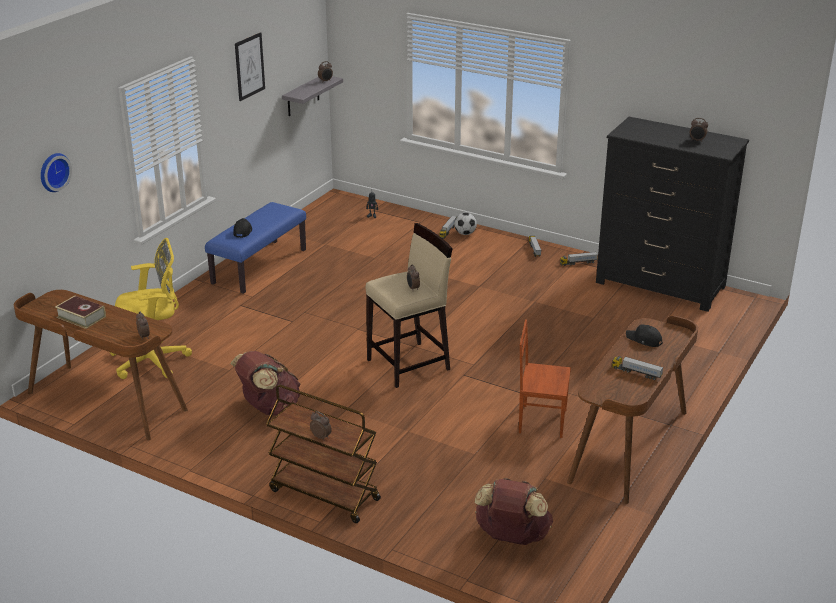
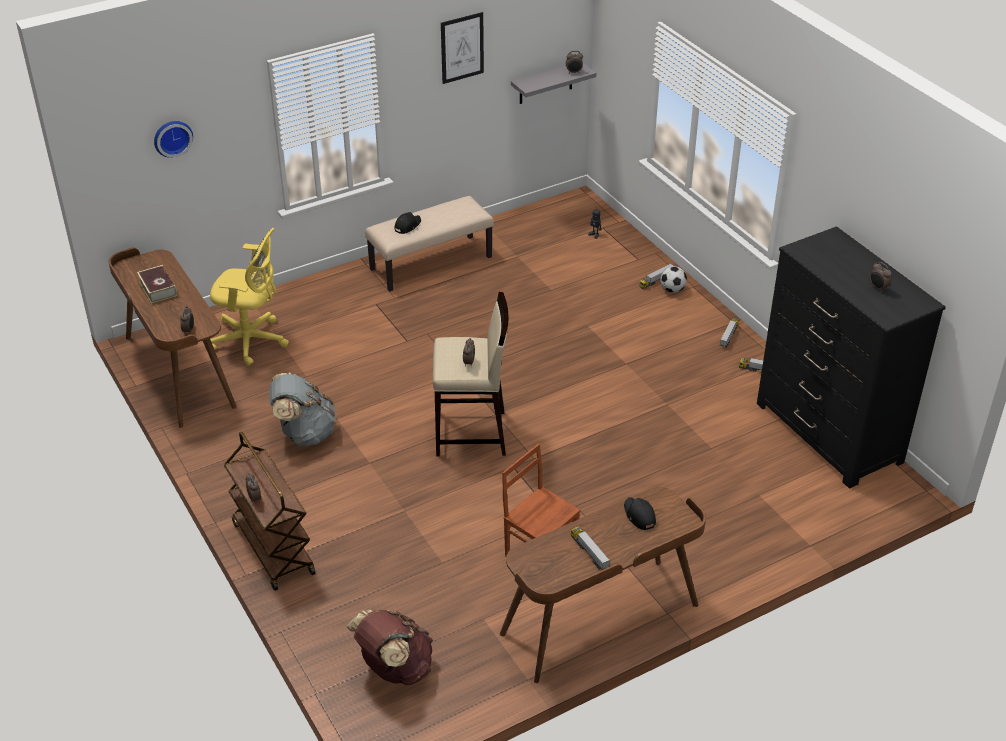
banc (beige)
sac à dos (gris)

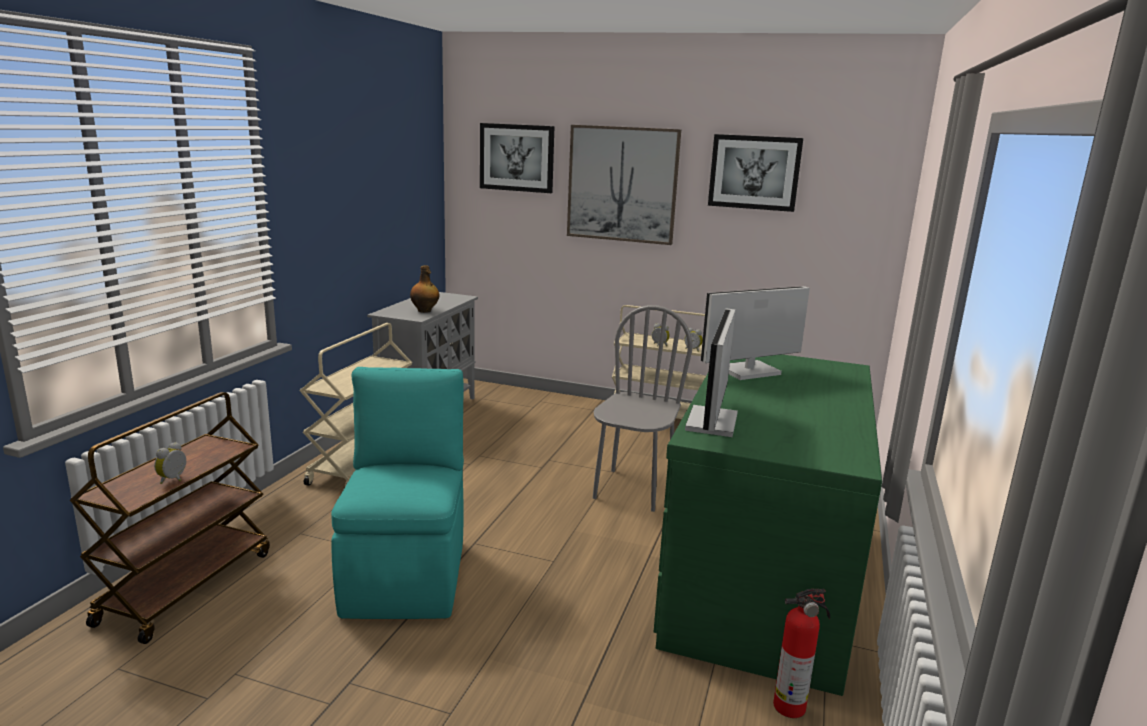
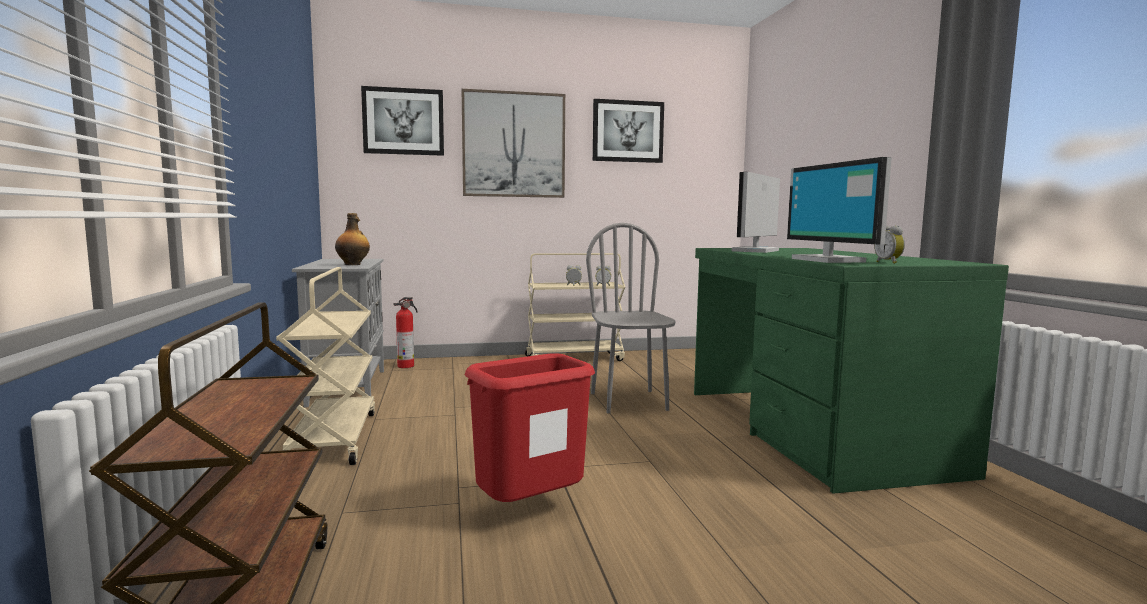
réveil (no. 3 from left)
poubelle (rouge)
extincteur

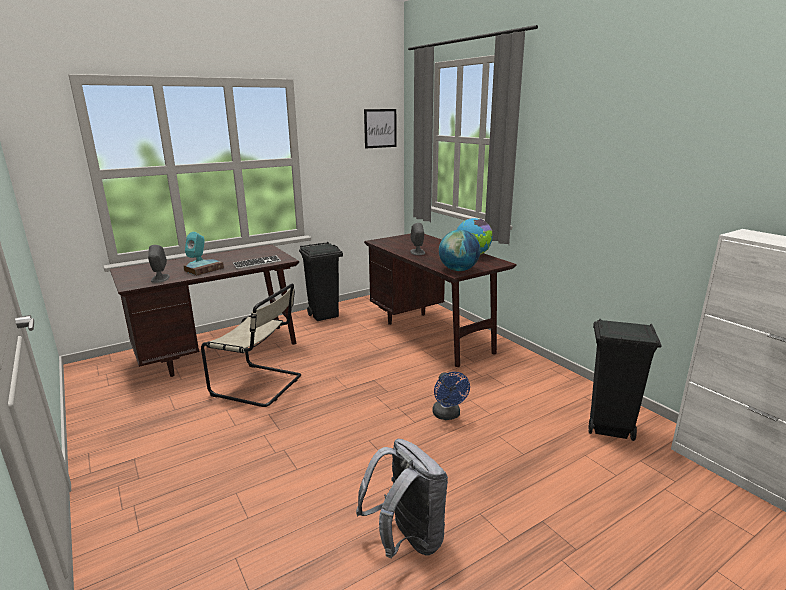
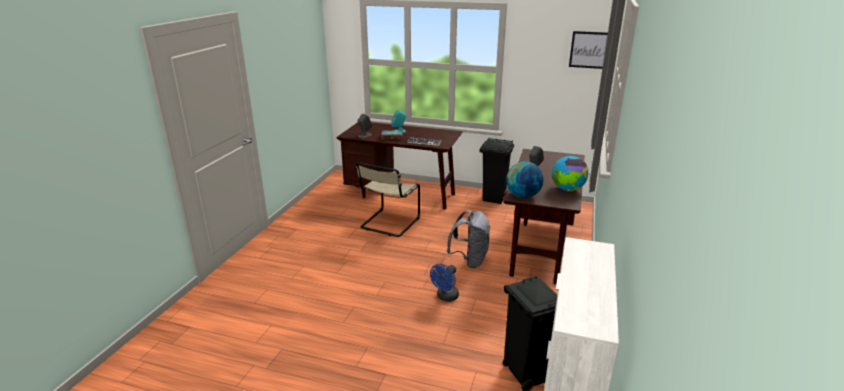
chaise (beige)
sac à dos (gris)

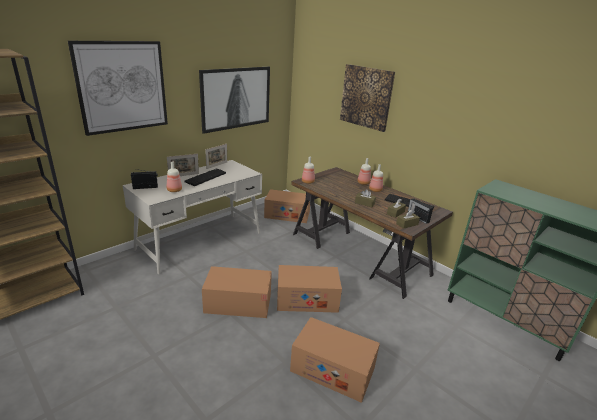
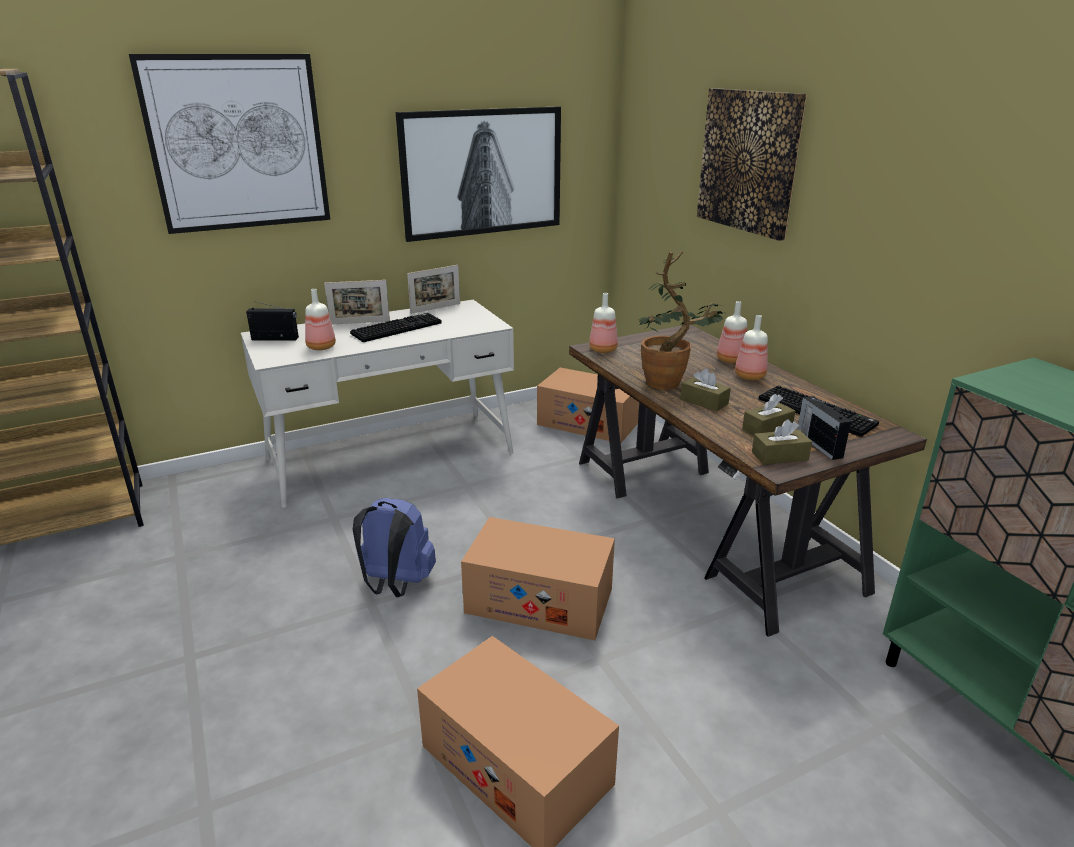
sac à dos (bleu)
plante en pot

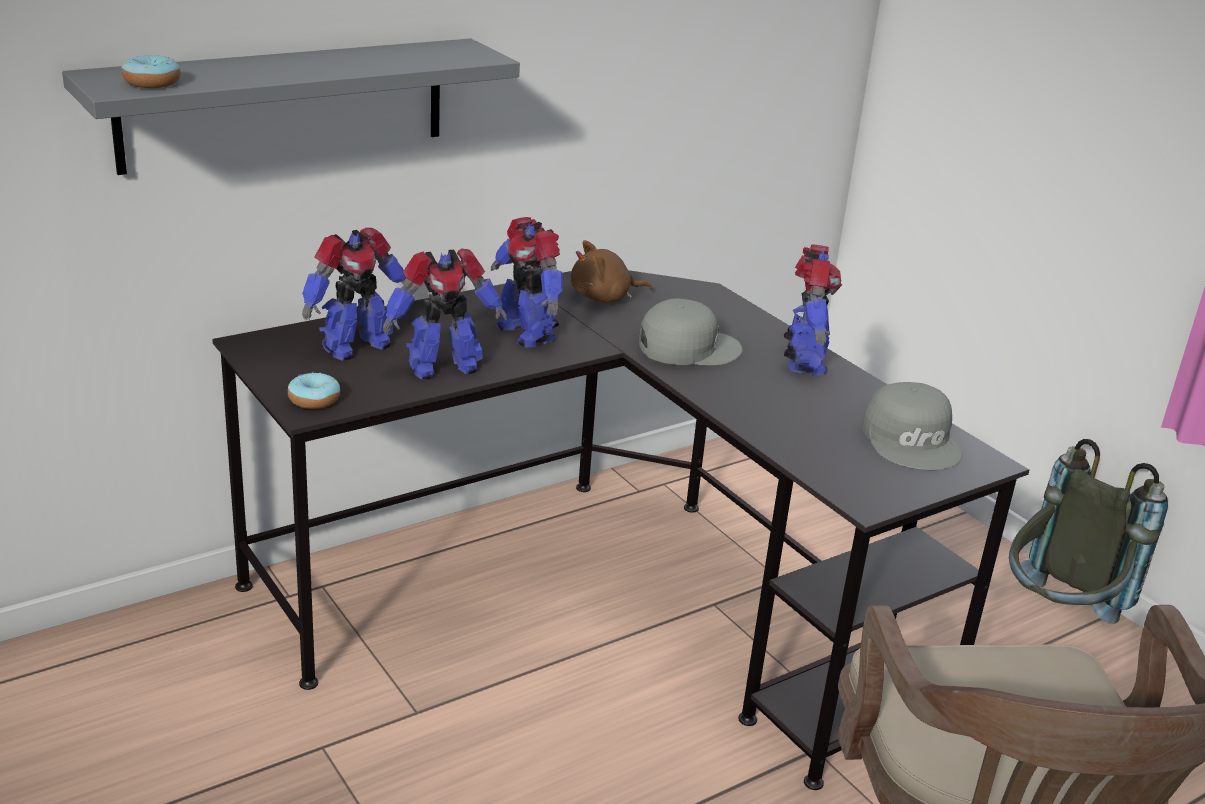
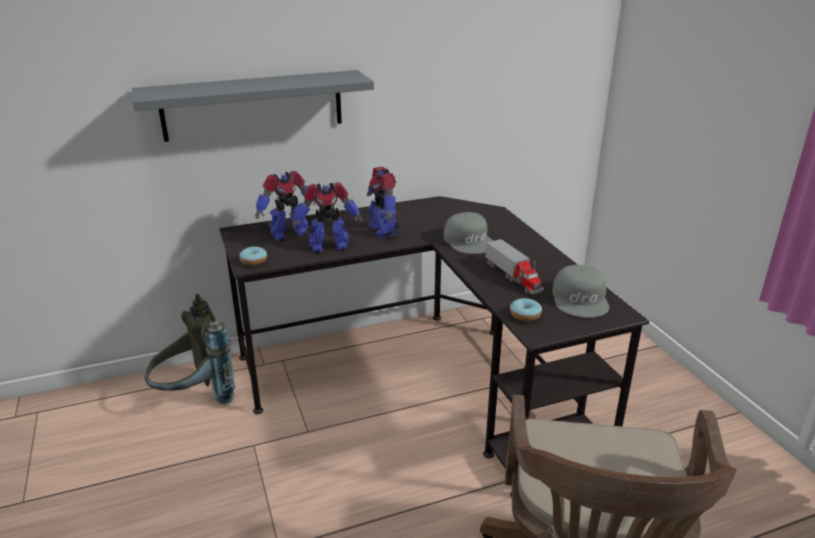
beignet (no. 2 from left)
peluche (marron)
casquette (gris) (no. 1 from left)
robot jouet (no. 4 from left in the first image)
sac à dos (gris)
camion jouet

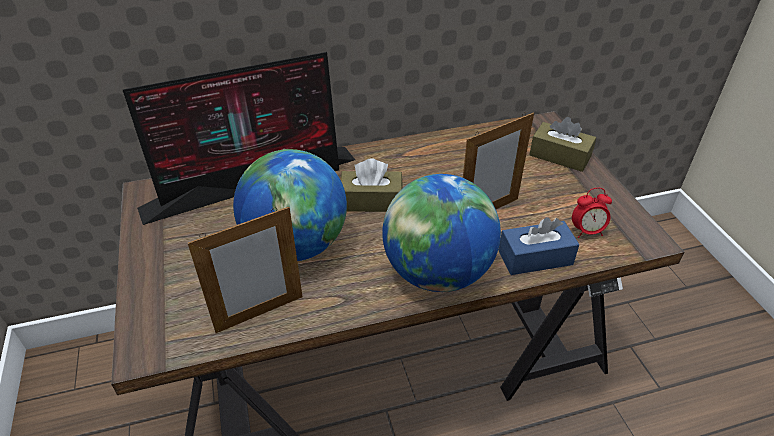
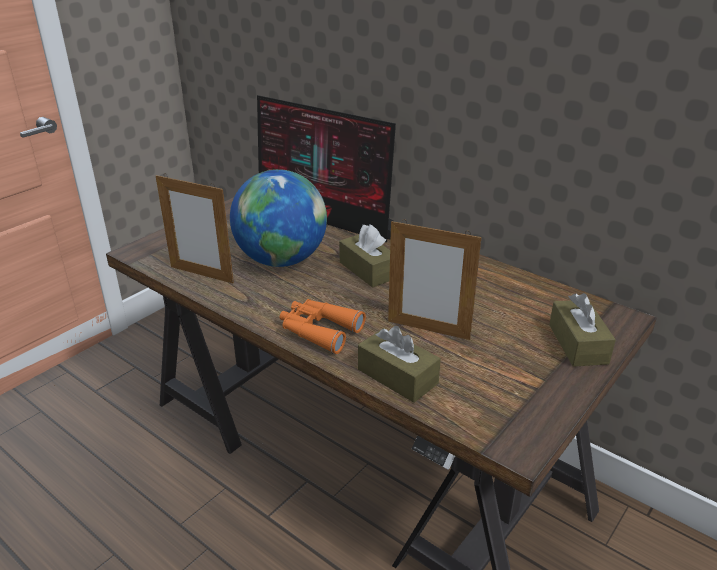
jumelles (orange)
boîte à mouchoirs (marron) (no. 2 from left)
réveil

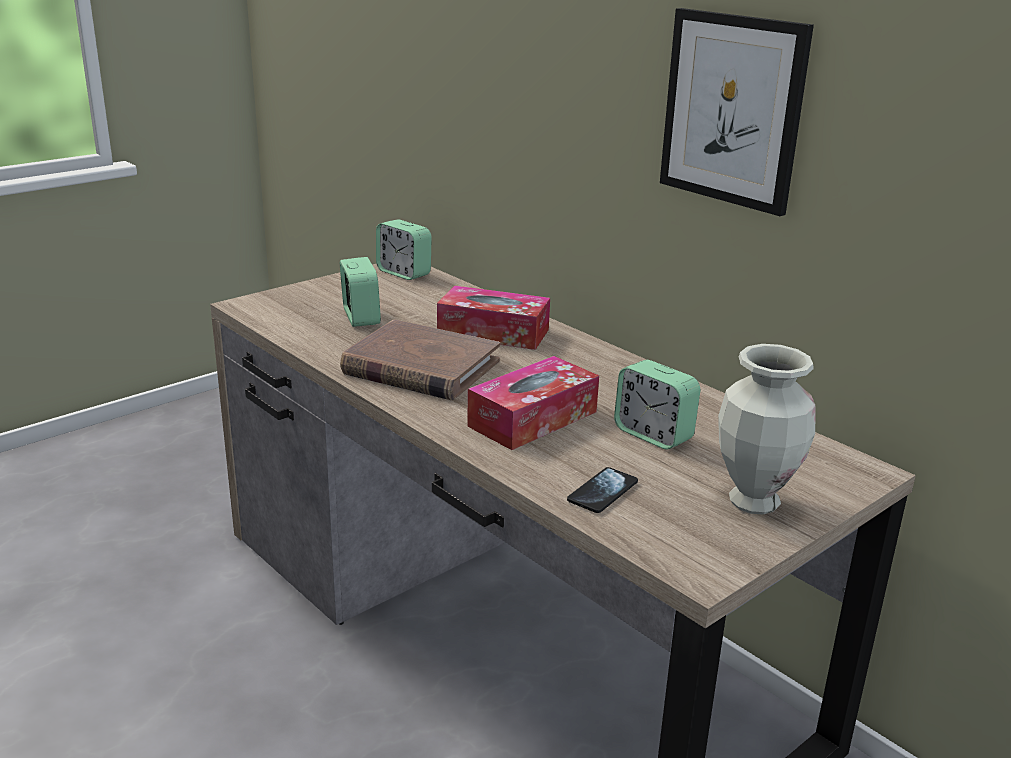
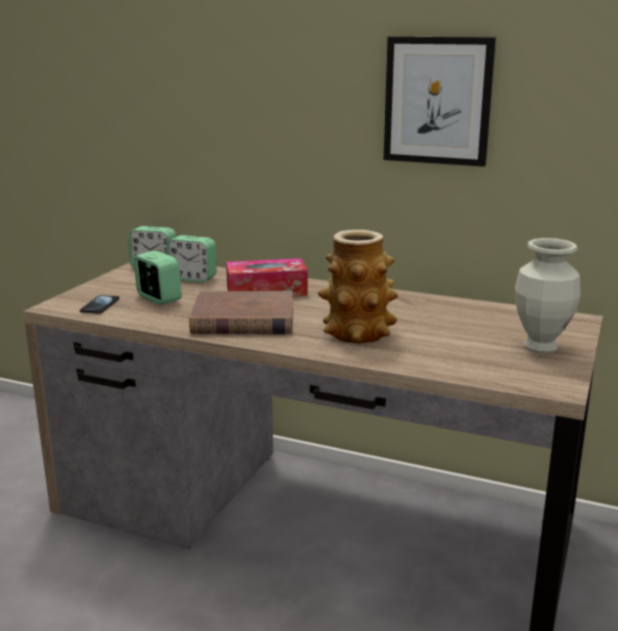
vase (no. 1 from left)
téléphone
réveil (no. 3 from left)

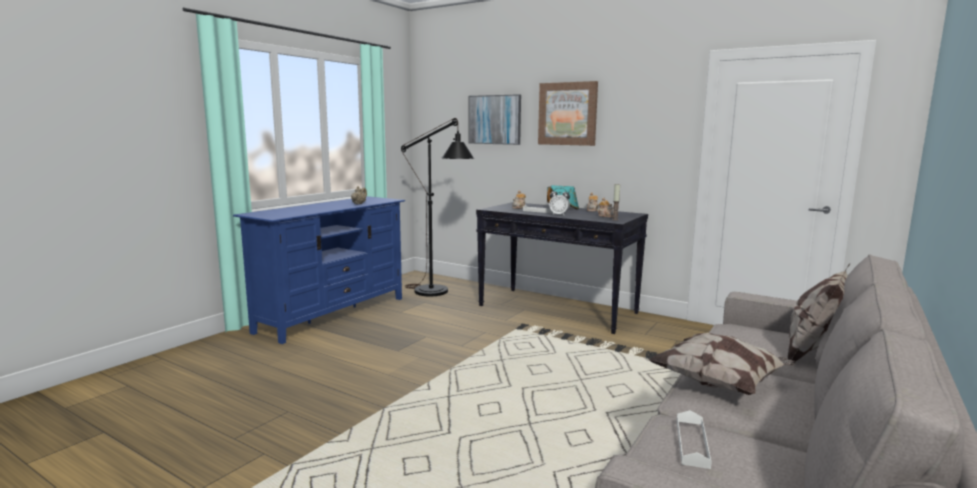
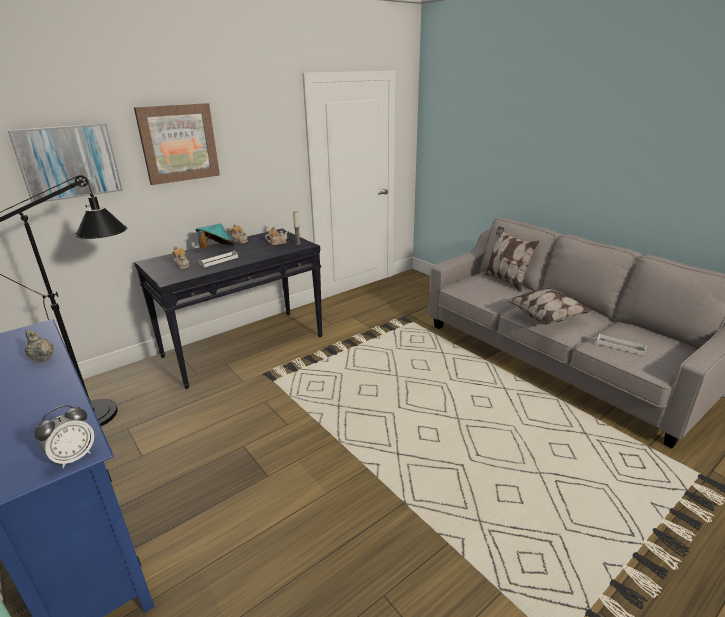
réveil

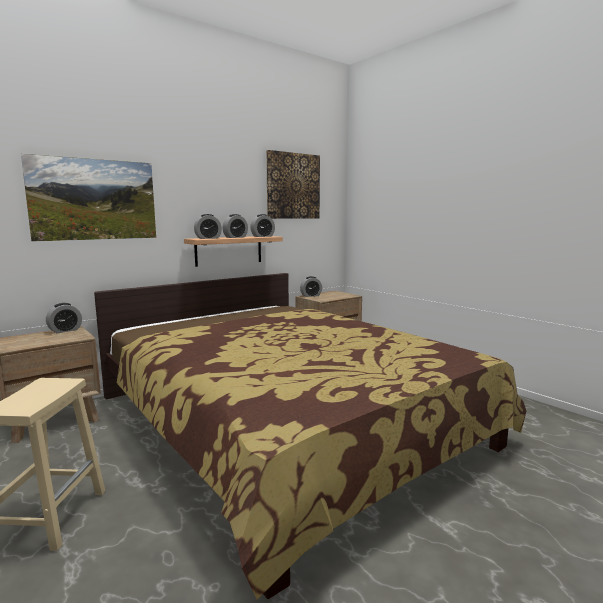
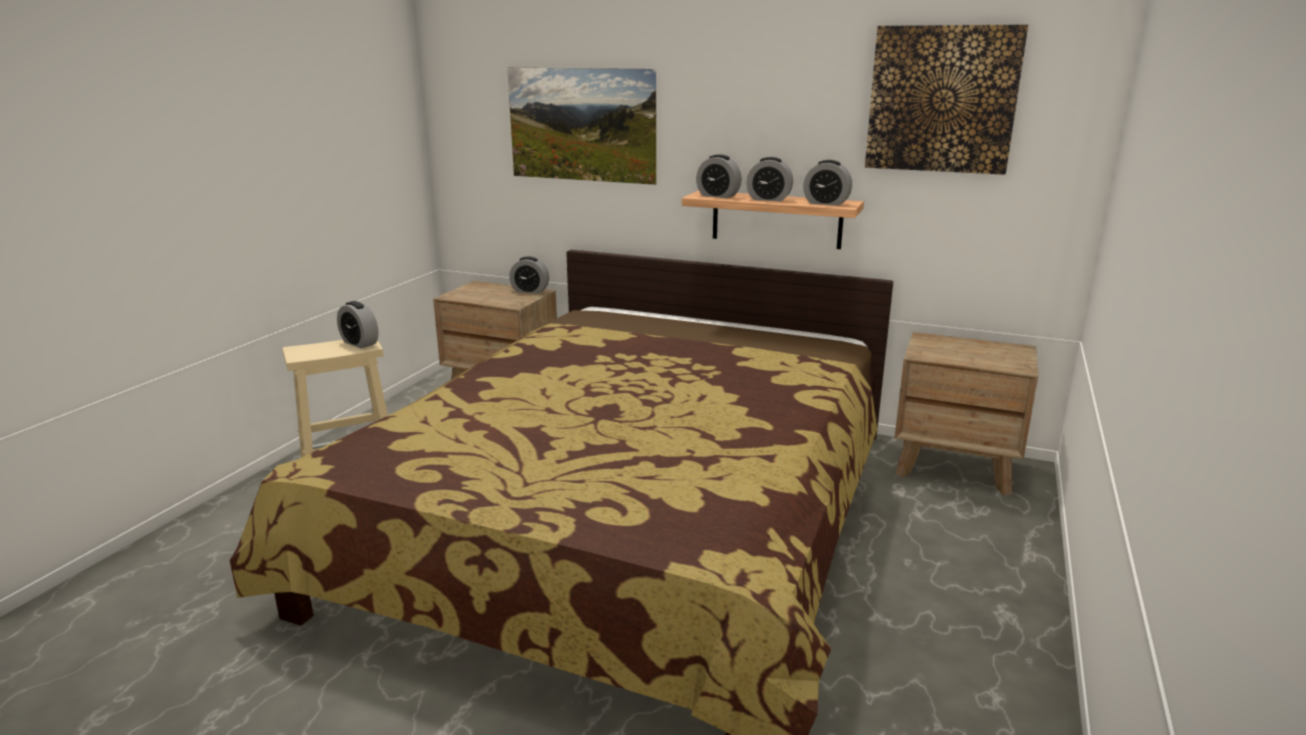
réveil (no. 1 from left)

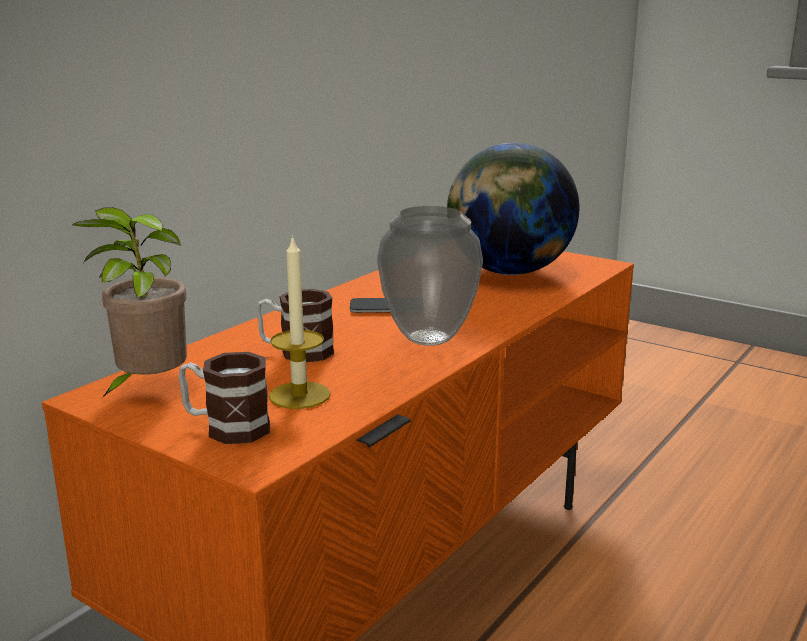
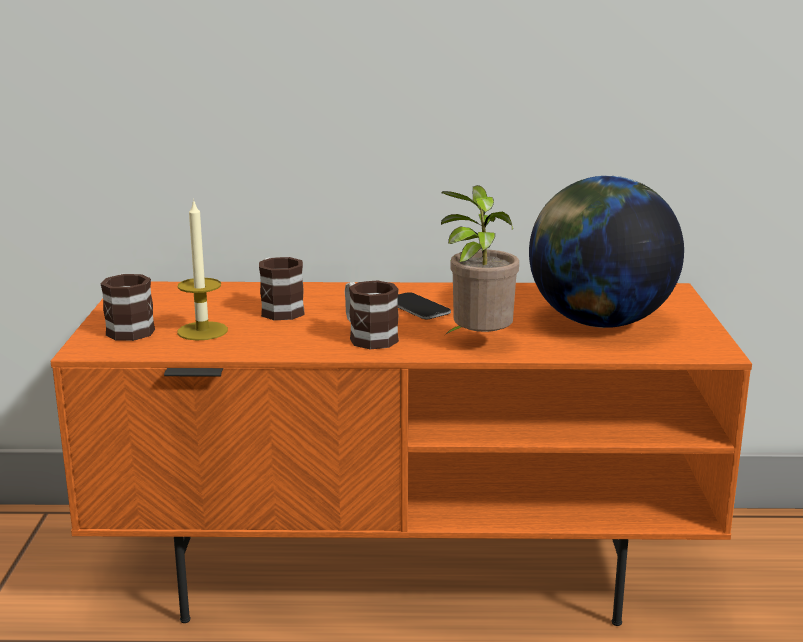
plante en pot
mug (no. 3 from left)

